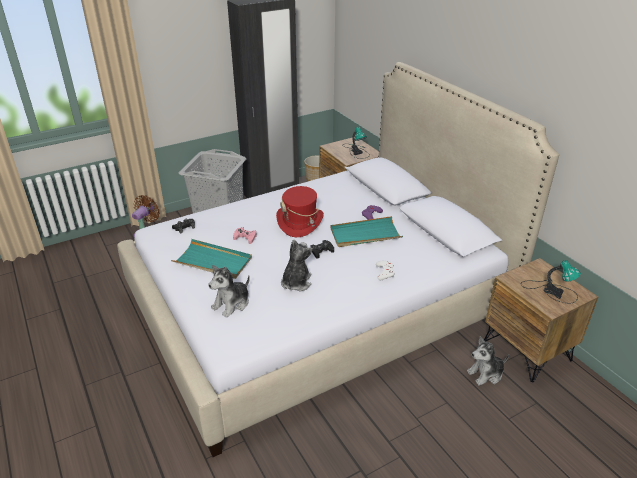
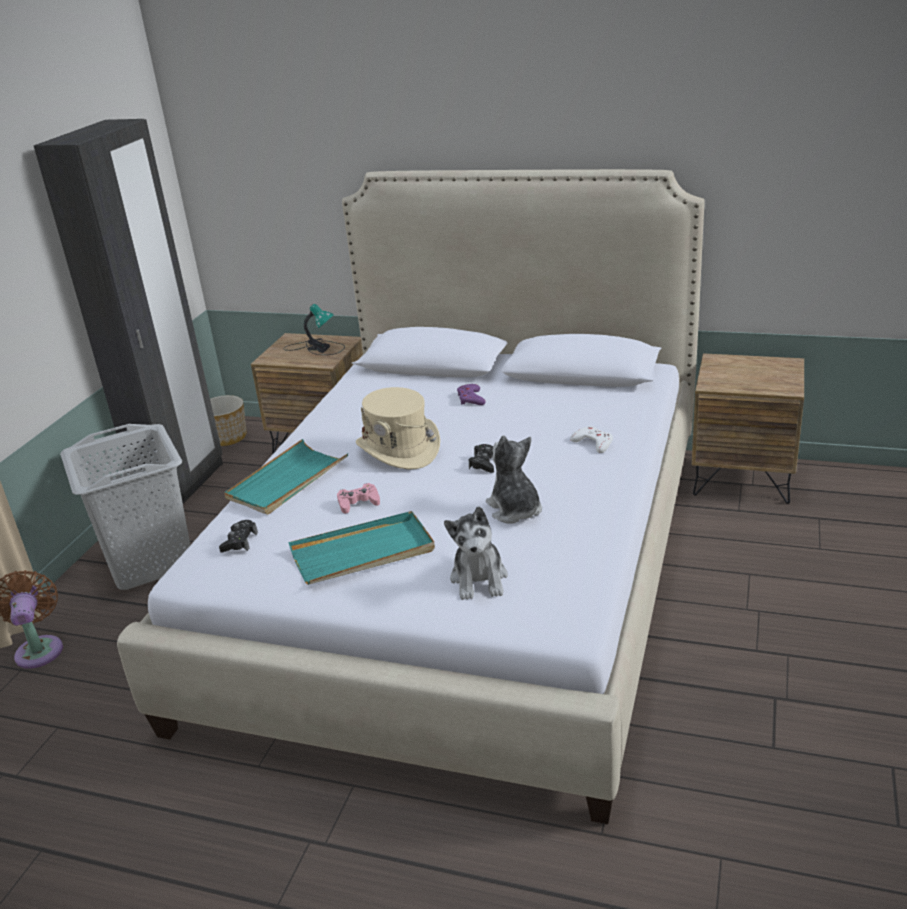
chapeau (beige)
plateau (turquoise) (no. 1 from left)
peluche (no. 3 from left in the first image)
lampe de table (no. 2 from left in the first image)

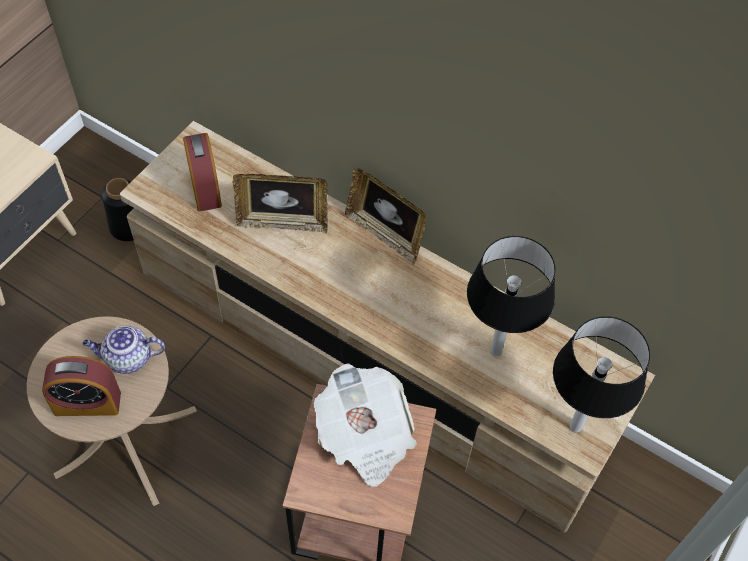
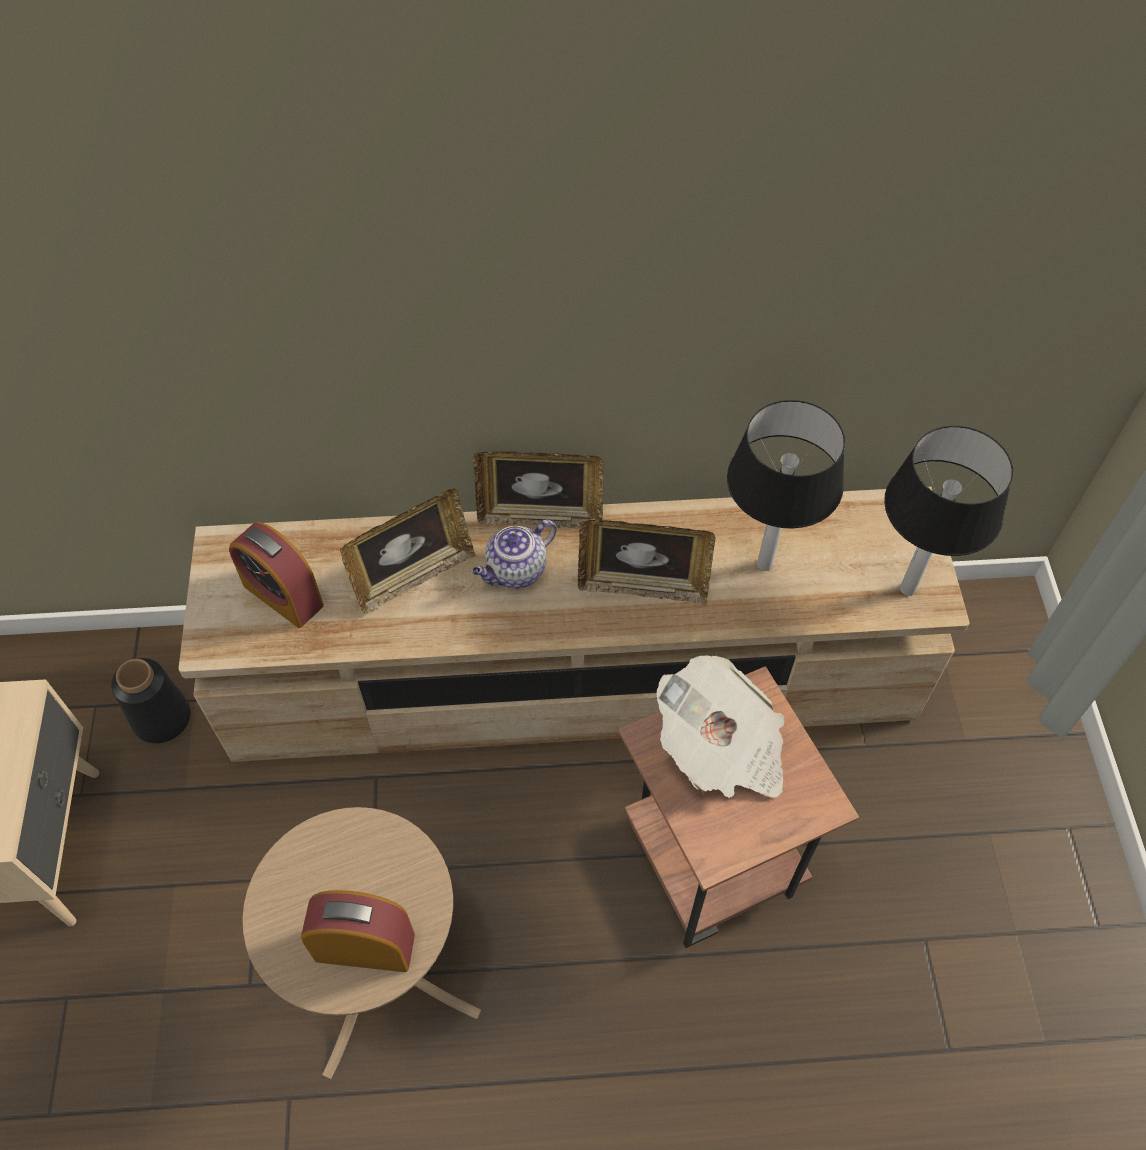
réveil (no. 2 from left)
théière
cadre photo (no. 3 from left)

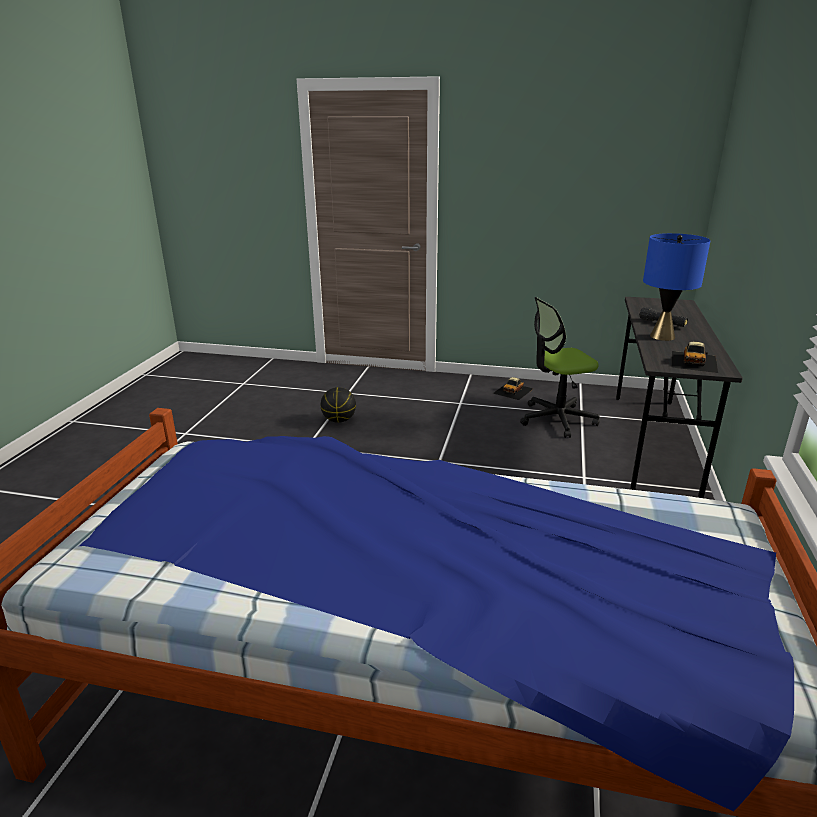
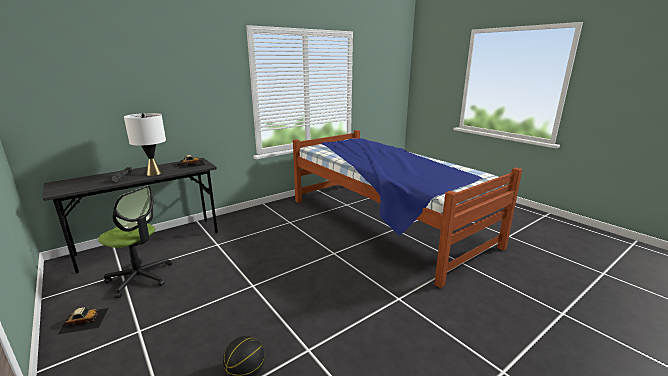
lampe de table (blanc)

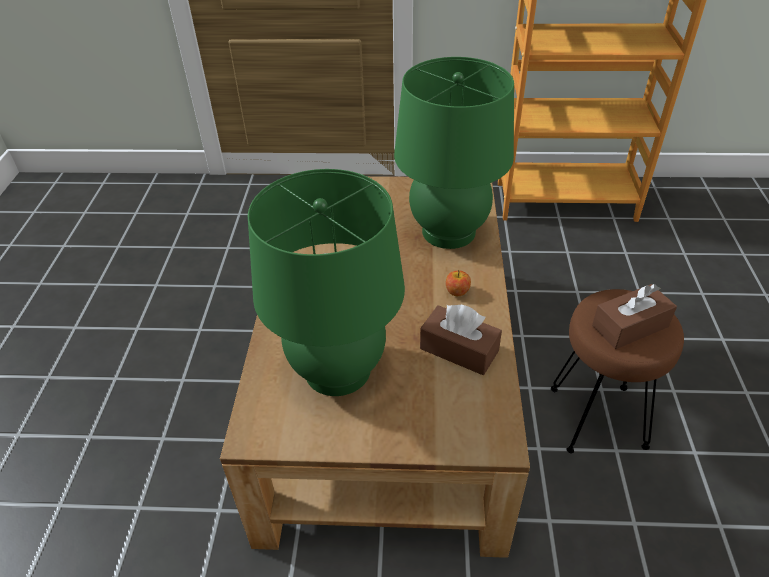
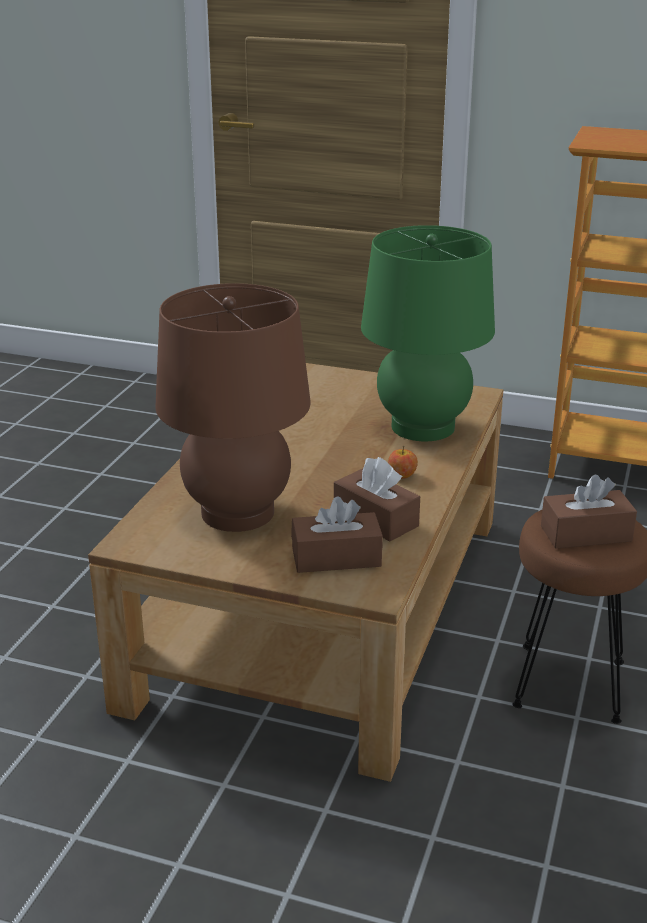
lampe de table (marron)
boîte à mouchoirs (marron) (no. 1 from left)

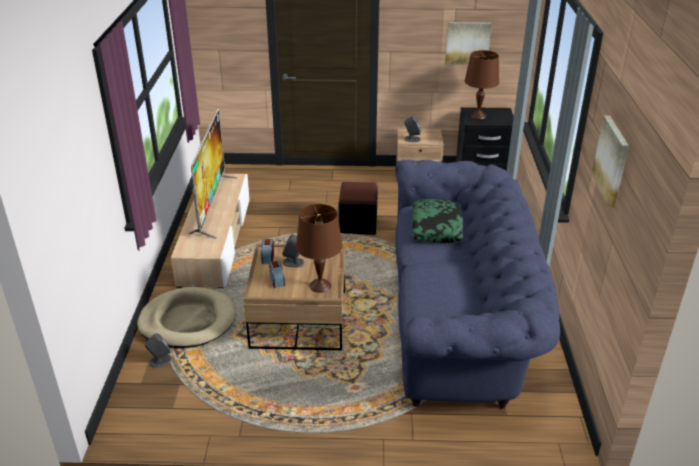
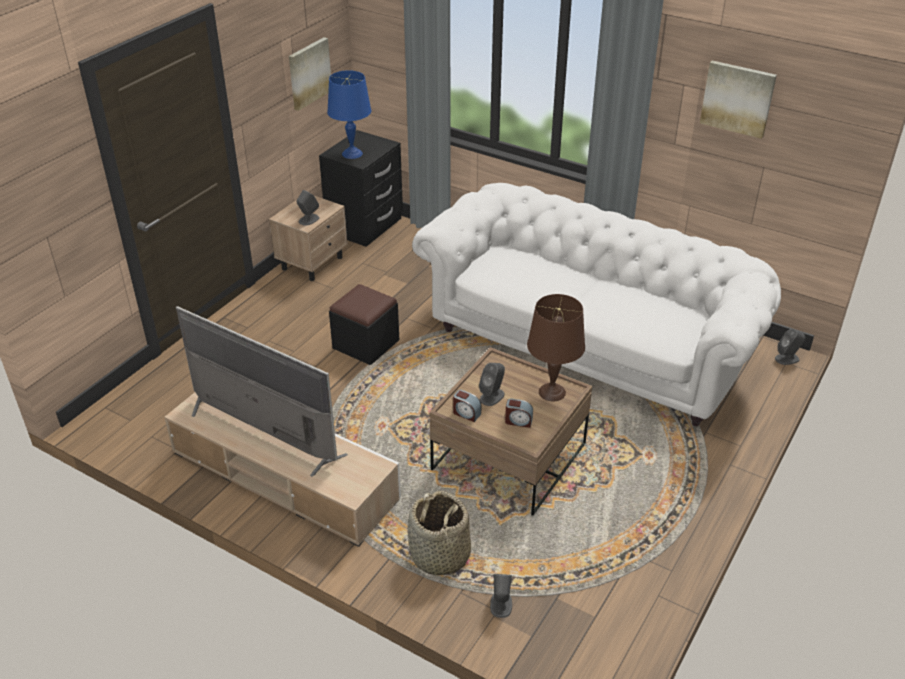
panier
canapé (blanc)
coussin
lampe de table (bleu)
enceinte (gris) (no. 4 from left)

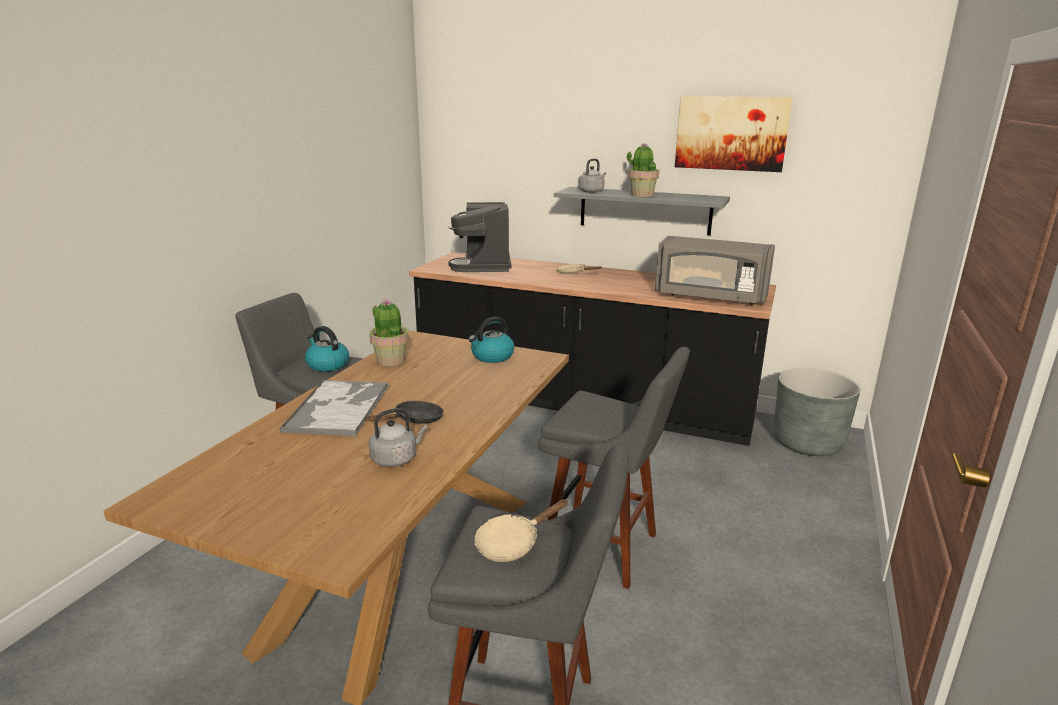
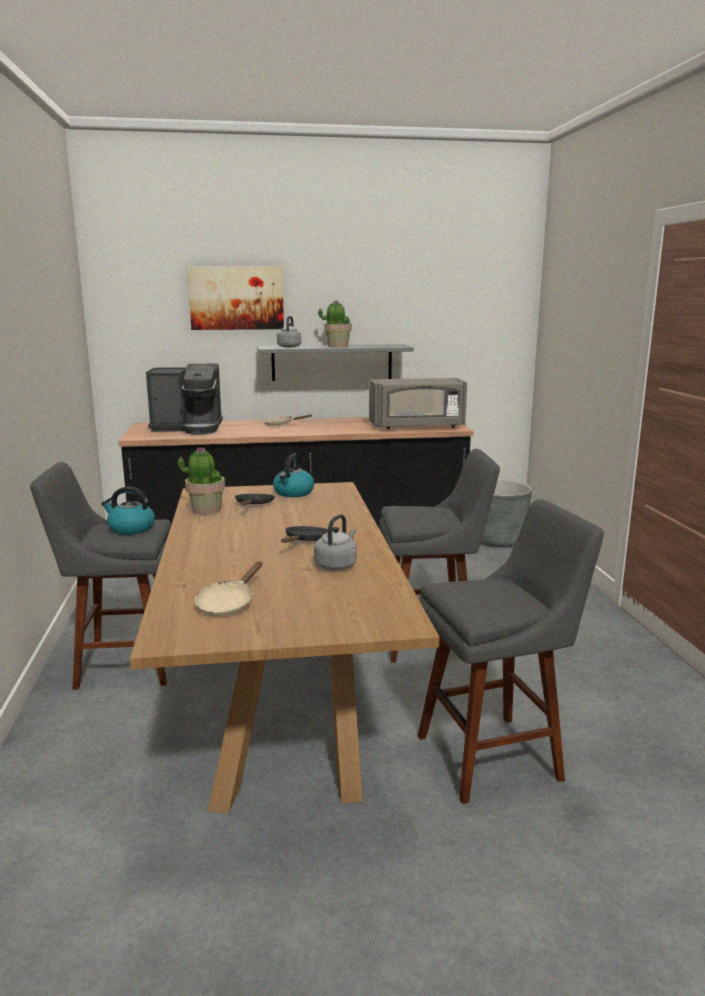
plateau
machine à café
poêle (beige) (no. 1 from left)
tableau
poêle (noir) (no. 1 from left)

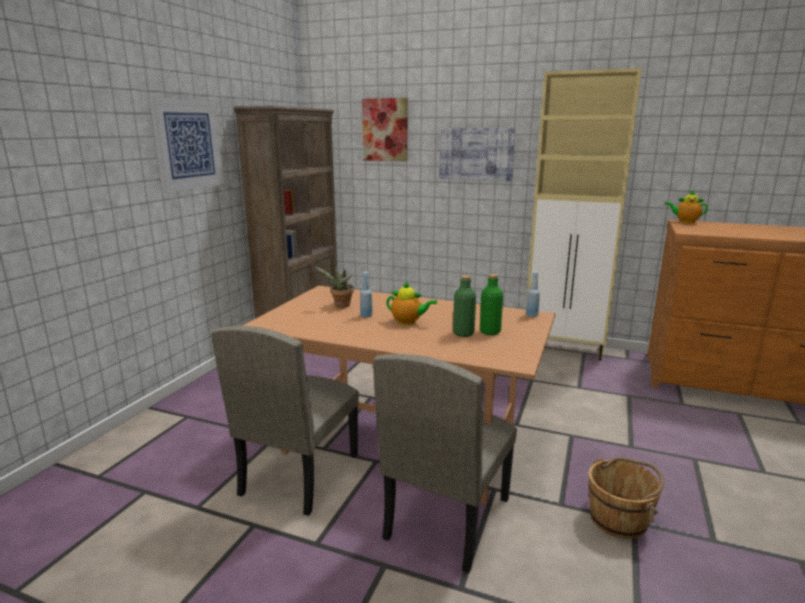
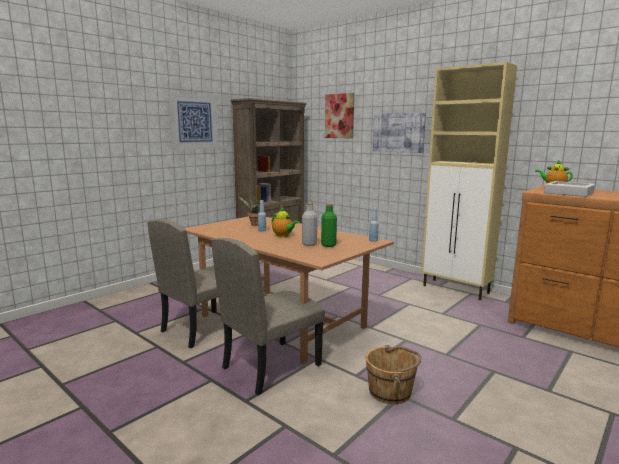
bouteille (gris)
plateau (gris)

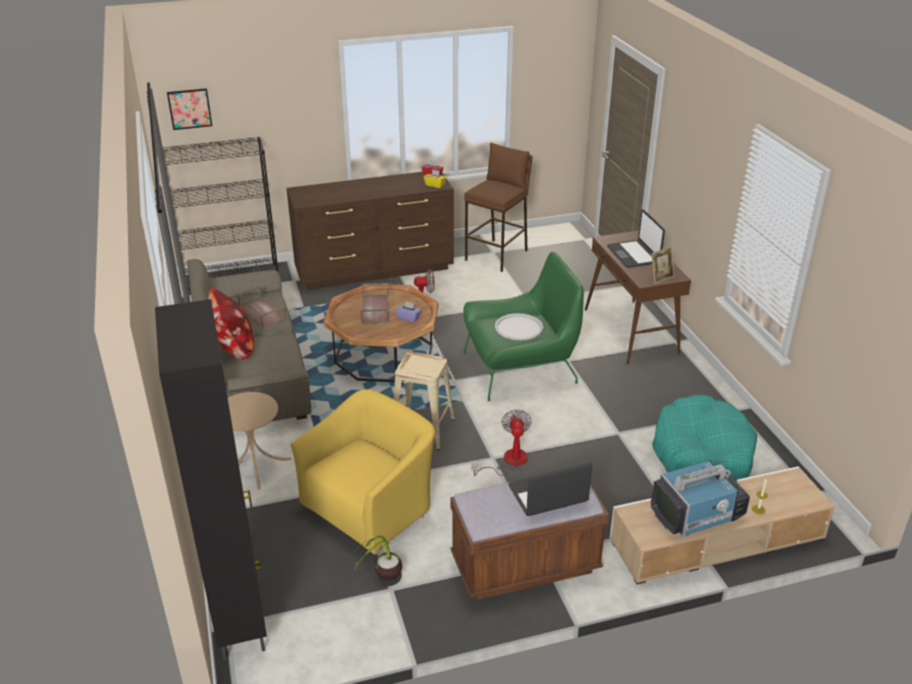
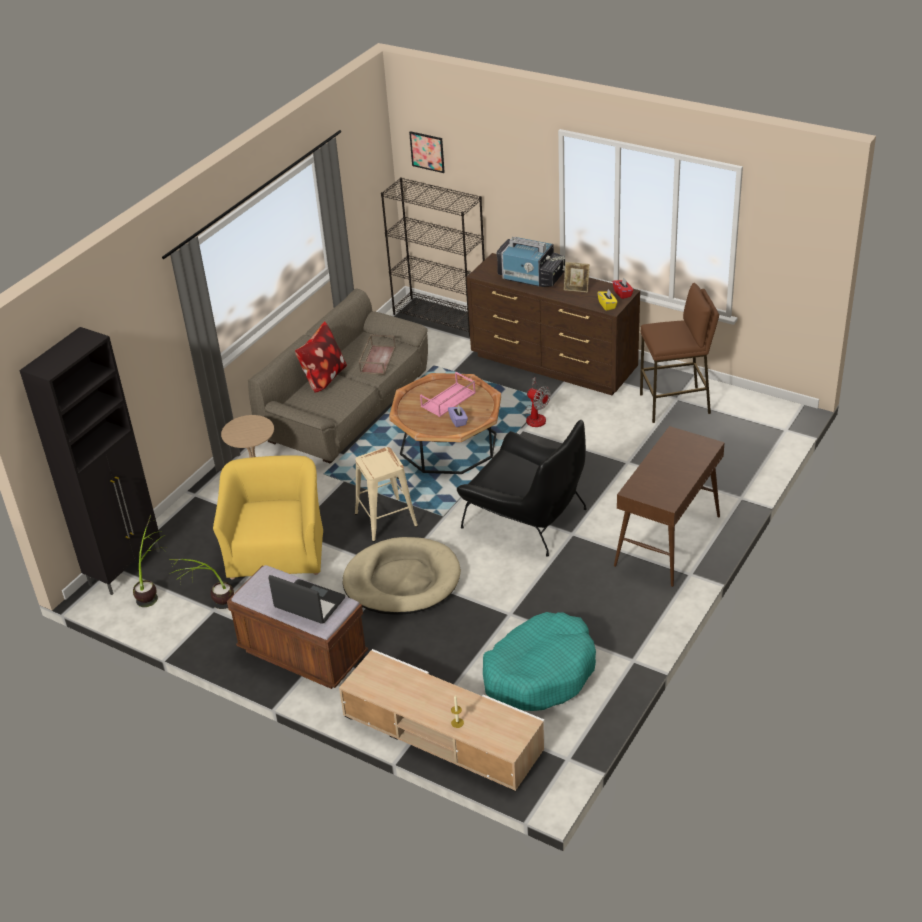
fauteuil (jaune)
plateau (rose)
fauteuil (noir)
panier pour chien (beige)
plateau (blanc)
ordinateur portable (no. 2 from left in the first image)
cadre photo
téléviseur
plante en pot (no. 1 from left)

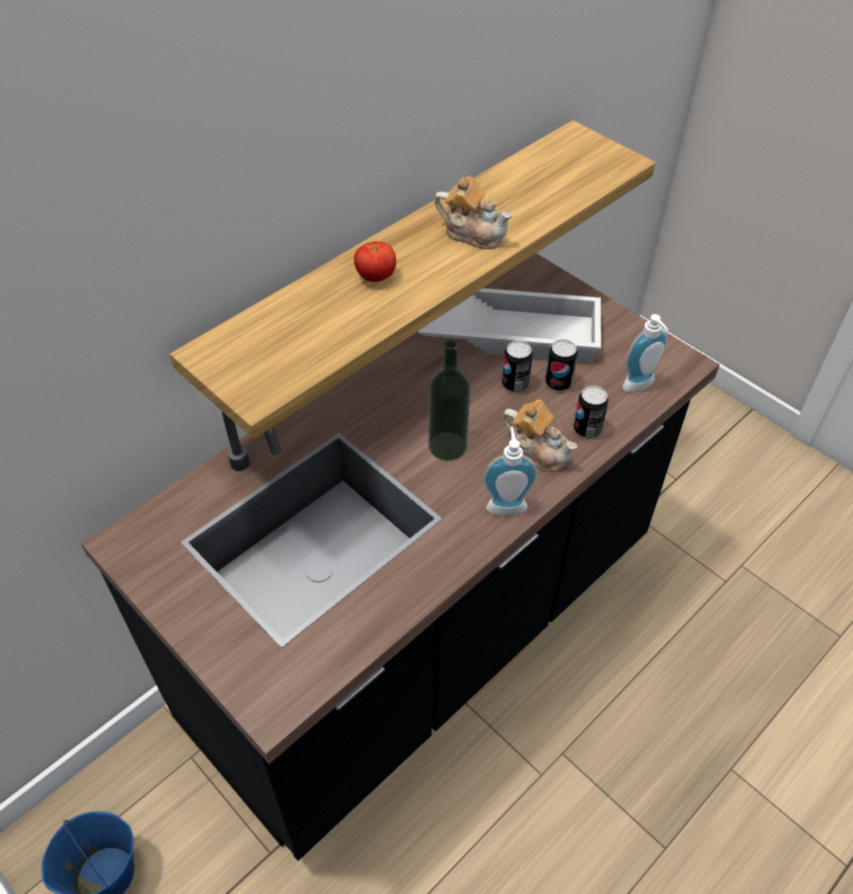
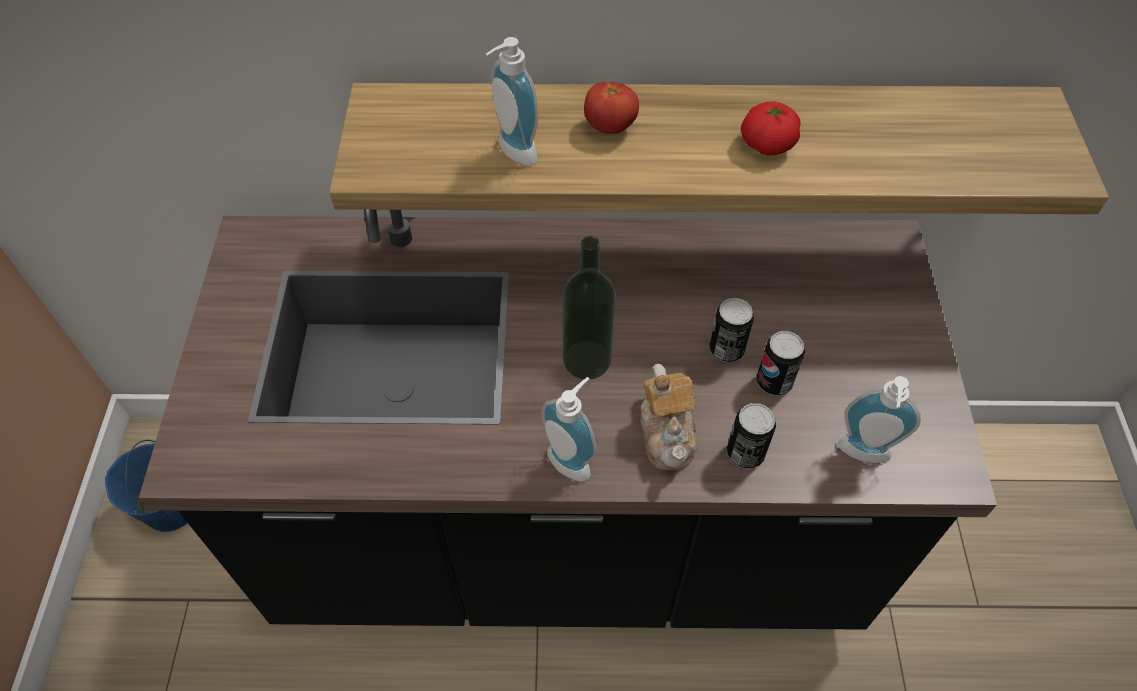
plateau (blanc)
tomate (no. 2 from left)
distributeur de savon (no. 1 from left)

